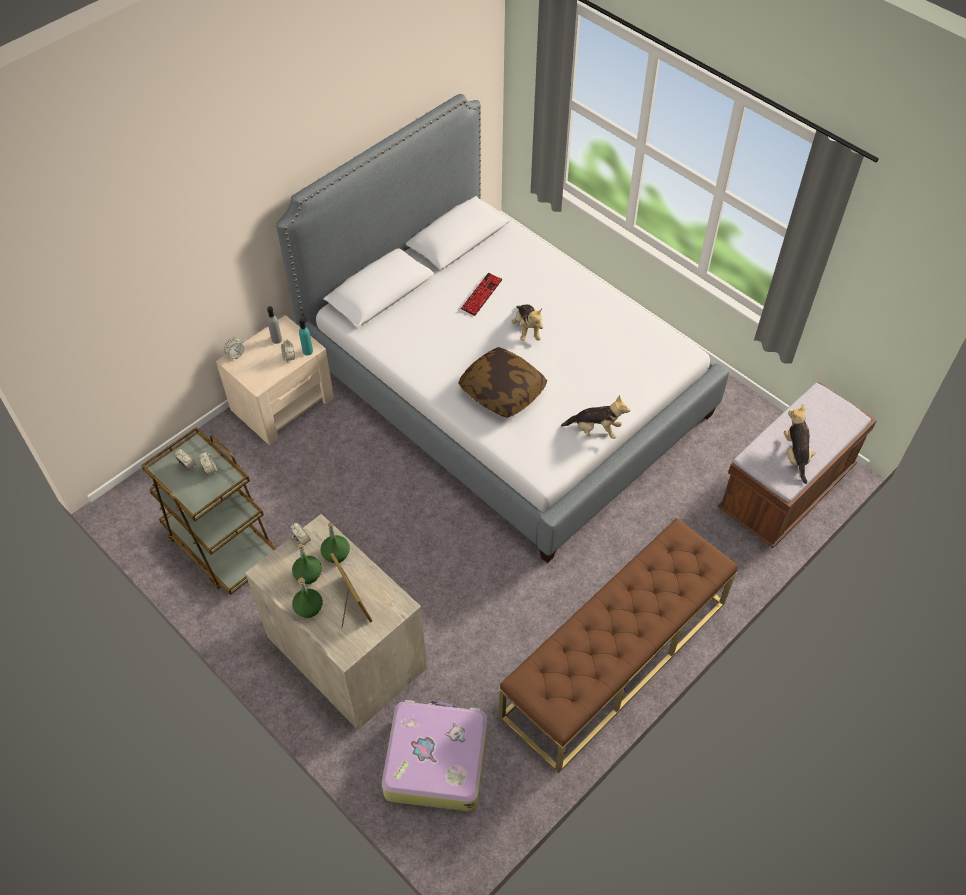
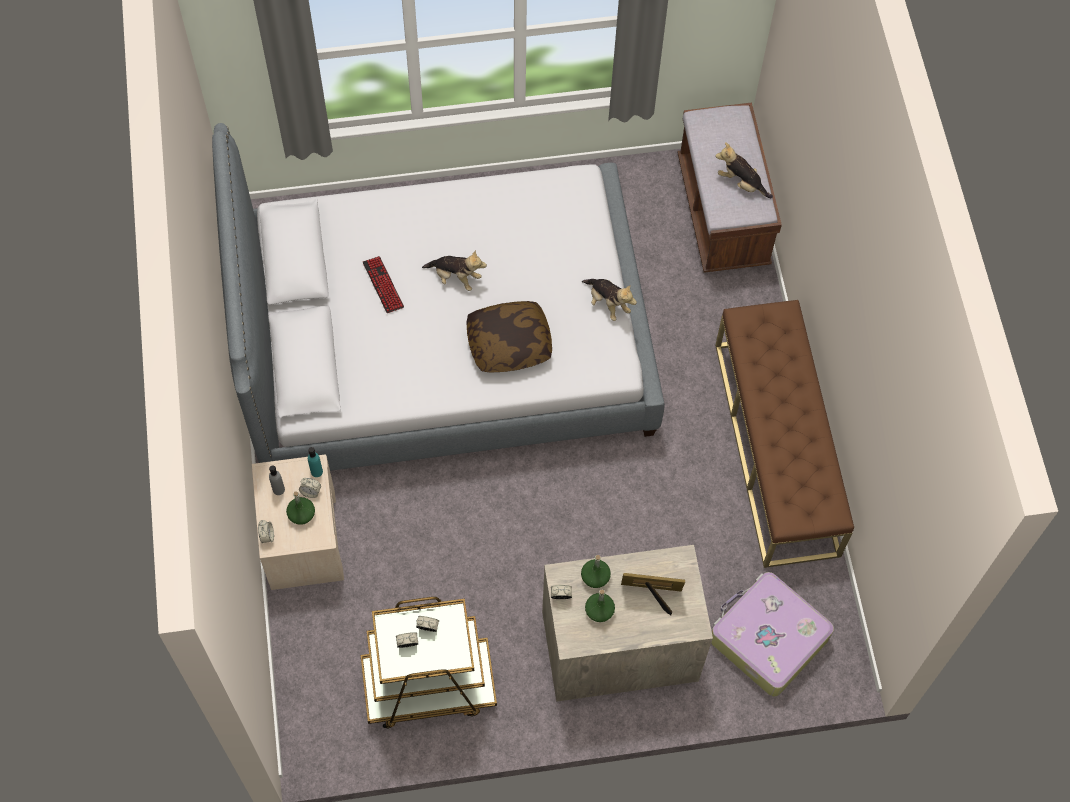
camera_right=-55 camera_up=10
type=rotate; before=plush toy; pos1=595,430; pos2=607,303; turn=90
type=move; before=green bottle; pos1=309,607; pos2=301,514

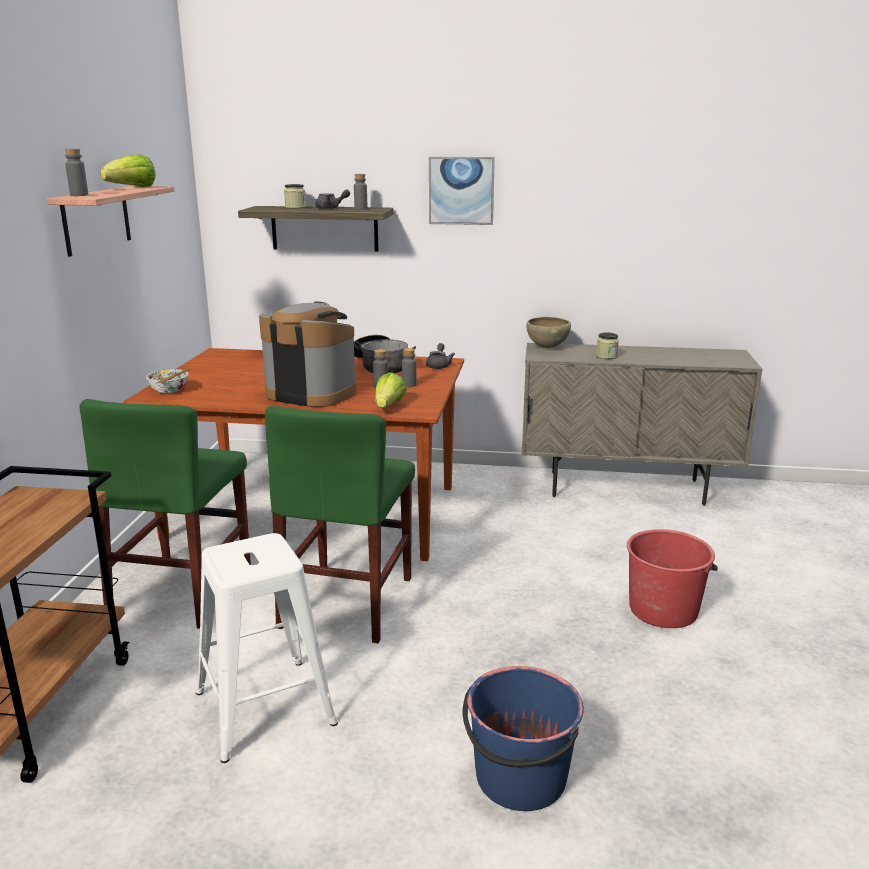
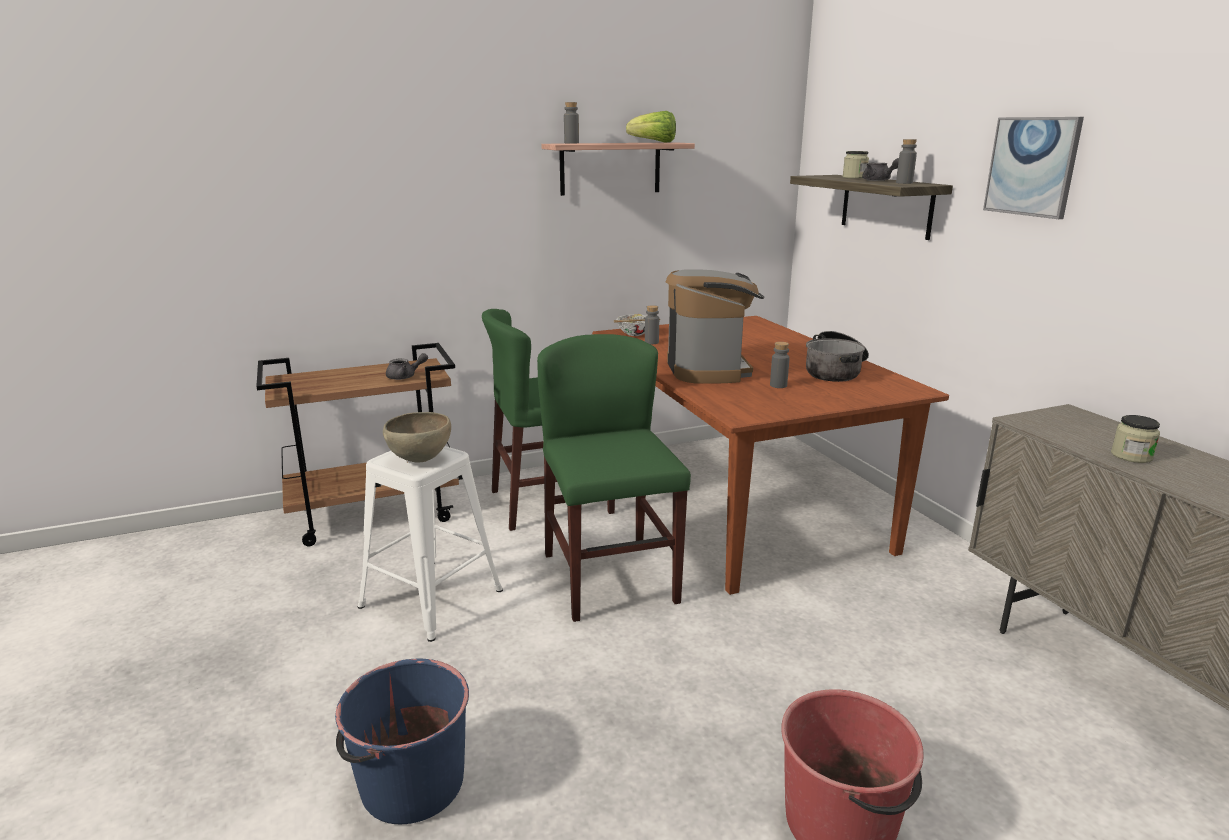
camera_right=60 camera_up=0
type=move; before=brown bowl; pos1=547,347; pos2=420,460
type=move; before=grey teapot; pos1=439,365; pos2=405,376
type=move; before=grey bottle; pos1=409,385; pos2=651,342
type=delete; before=lettuce; pos1=388,406
type=rotate; before=green chair; pos1=347,602; pos2=610,578; turn=90

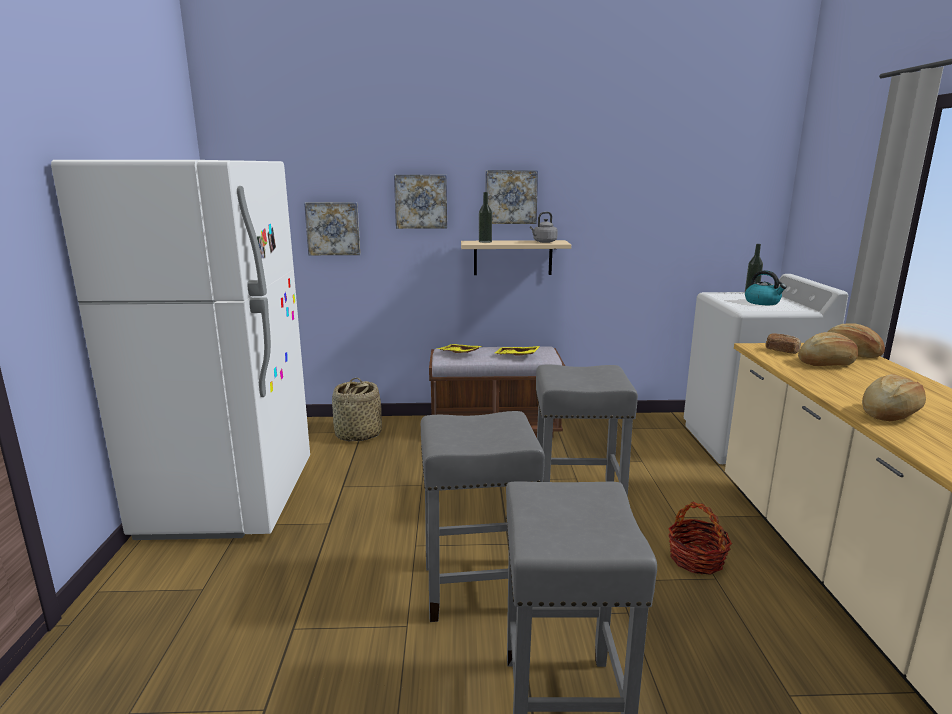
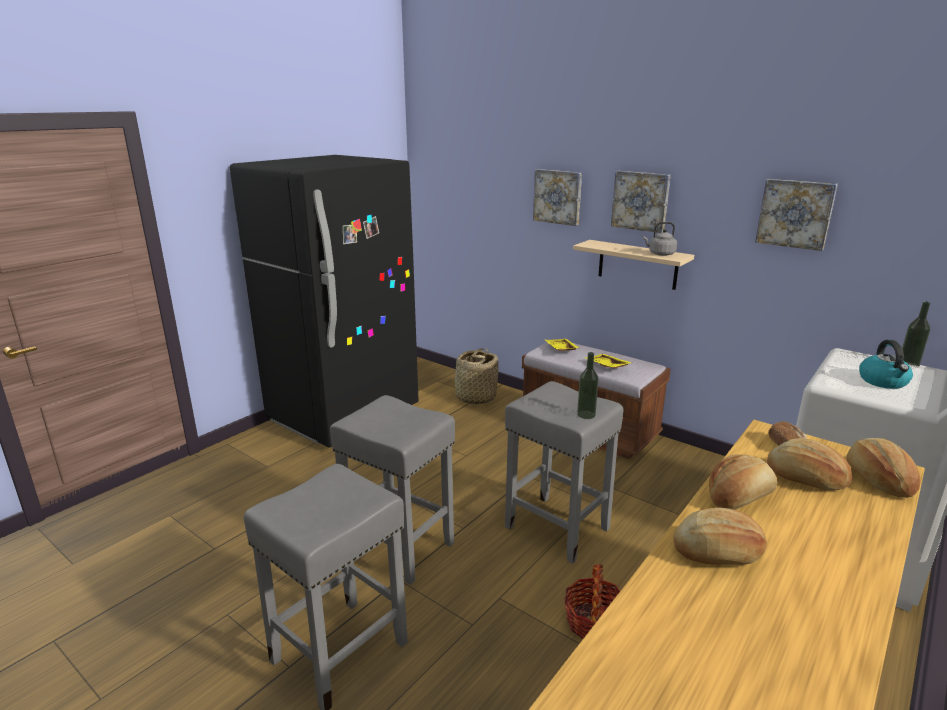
camera_right=40 camera_up=5
type=recolor; before=white fridge; after=black fridge; pos1=230,498; pos2=344,414
type=move; before=bottle; pos1=485,242; pos2=586,414
type=move; before=picture; pos1=333,228; pos2=795,213
type=insert; after=bread; pos2=739,497

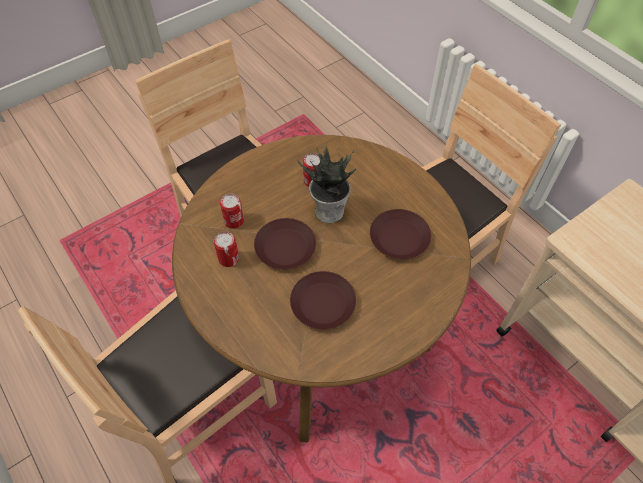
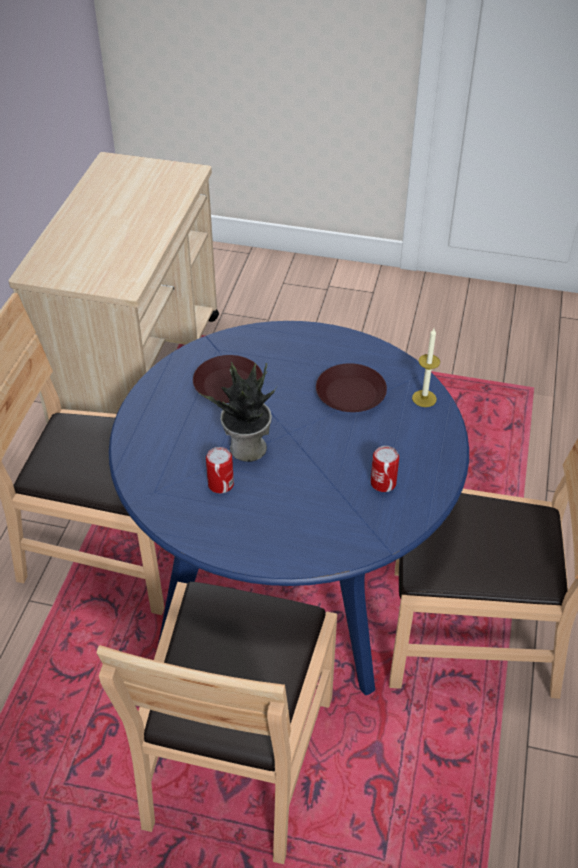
camera_right=-130 camera_up=-10
type=recolor; before=brown dining table; after=blue dining table; pos1=321,333; pos2=289,584
type=delete; before=can; pos1=234,221
type=delete; before=brown plate; pos1=286,248
type=insert; after=candle; pos2=424,398

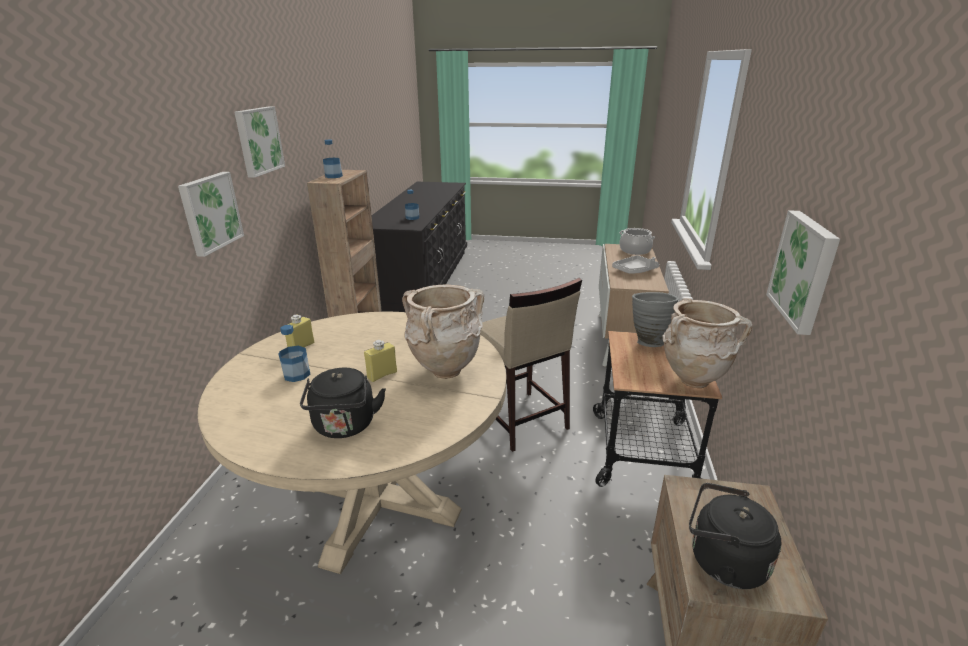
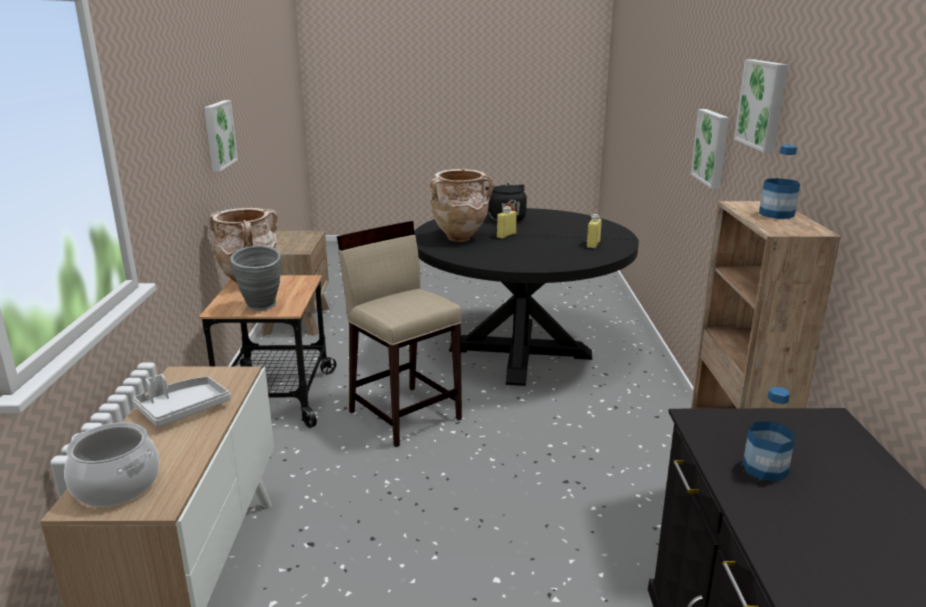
camera_right=170 camera_up=-5
type=recolor; before=beige dining table; after=black dining table; pos1=376,499; pos2=520,351
type=delete; before=bottle; pos1=297,374
type=delete; before=black kettle; pos1=722,561

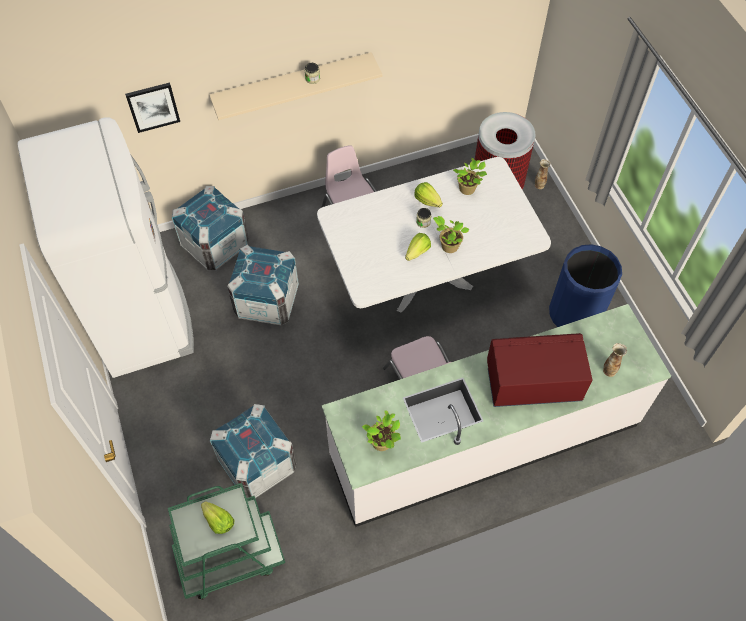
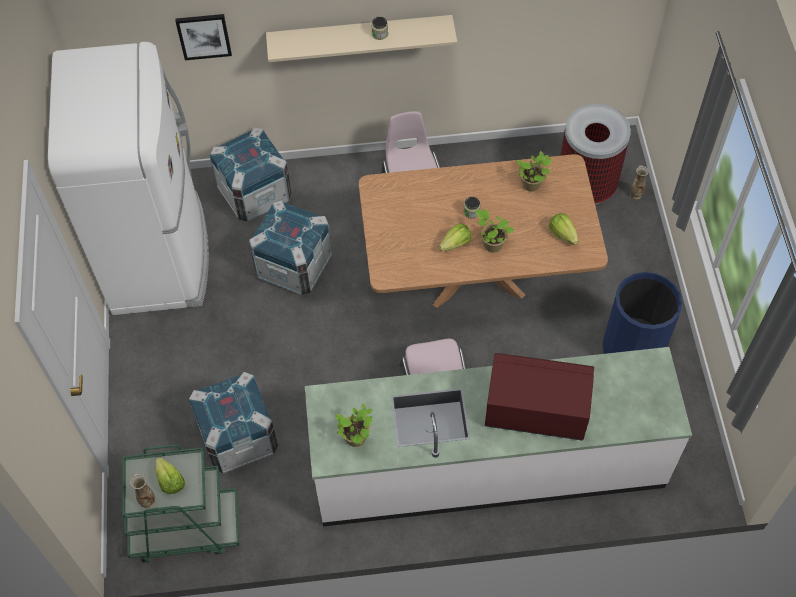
camera_right=15 camera_up=0
type=recolor; before=white dining table; after=brown dining table; pos1=427,280; pos2=475,278
type=move; before=lettuce; pos1=427,201; pos2=563,234
type=move; before=vase; pos1=609,370; pos2=147,501

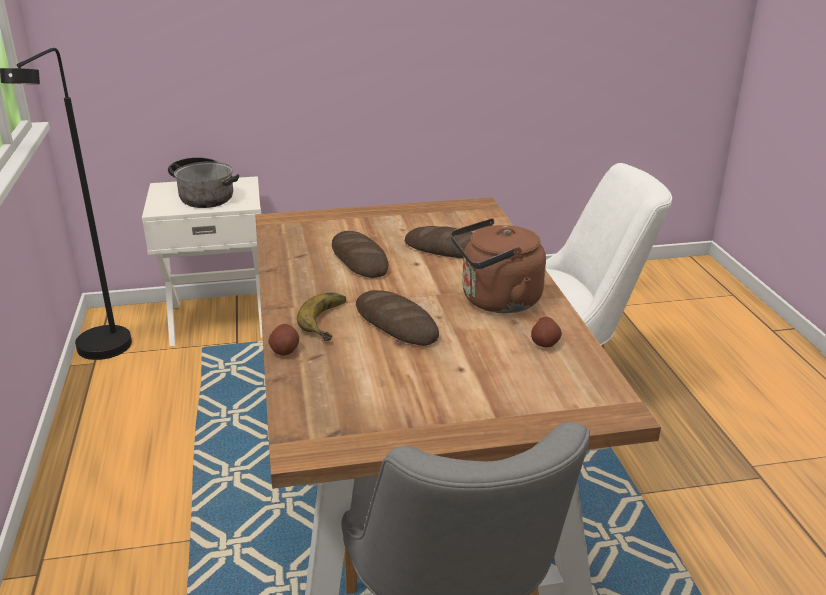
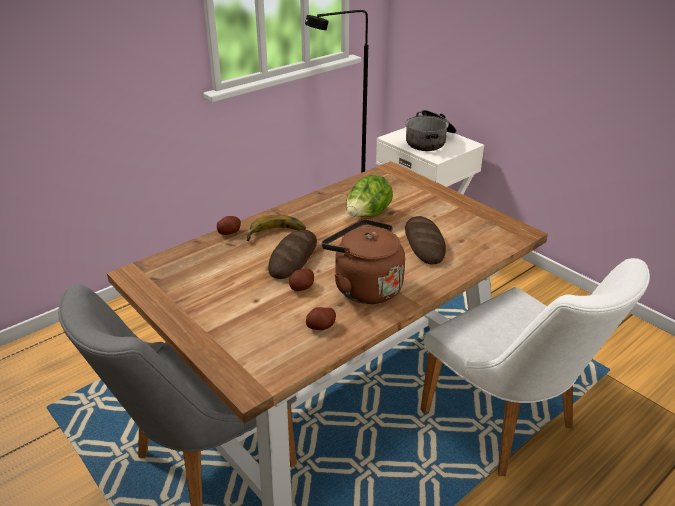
camera_right=60 camera_up=5
type=replace; before=bread; after=lettuce; pos1=359,260; pos2=367,216
type=insert; after=potato; pos2=302,287

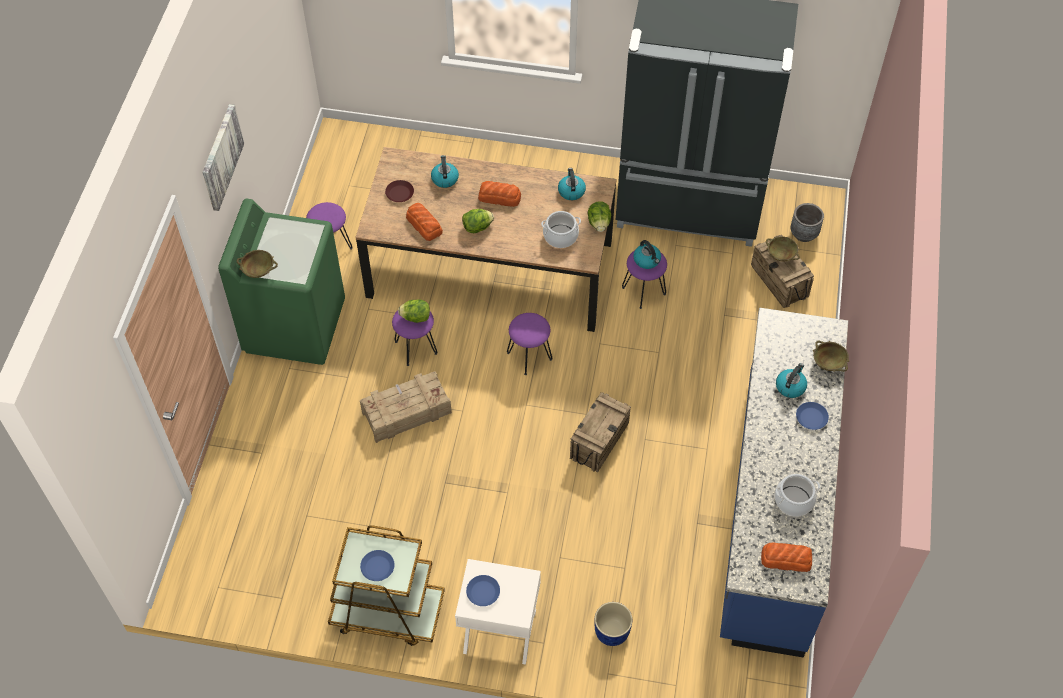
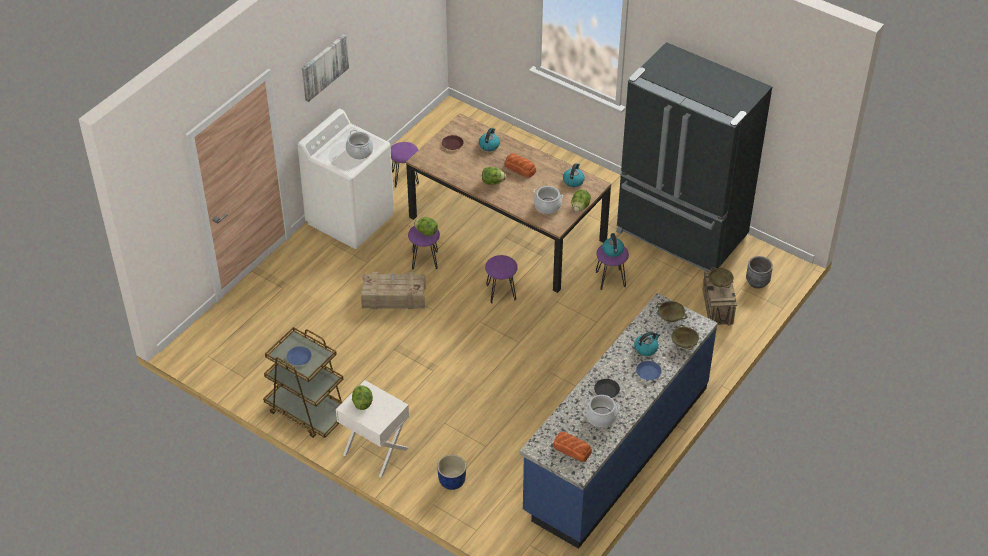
camera_right=25 camera_up=-10
type=recolor; before=green washing machine; after=white washing machine; pos1=295,325; pos2=351,218
type=delete; before=bread; pos1=424,224
type=move; before=beige bowl; pos1=258,271; pos2=670,318
type=delete; before=crate; pos1=599,441
type=replace; before=blue plate; after=lettuce; pos1=483,592; pos2=362,403
type=insert; after=cooking pot; pos2=360,151
type=insert; after=black plate; pos2=607,390

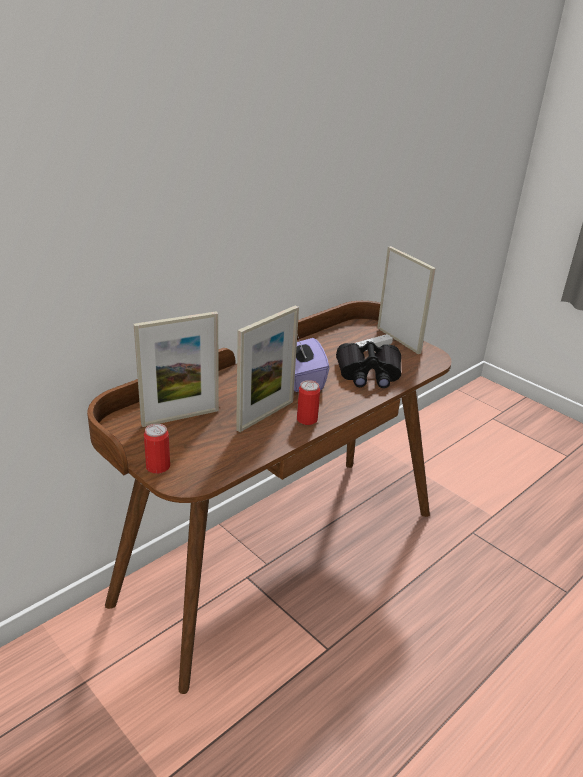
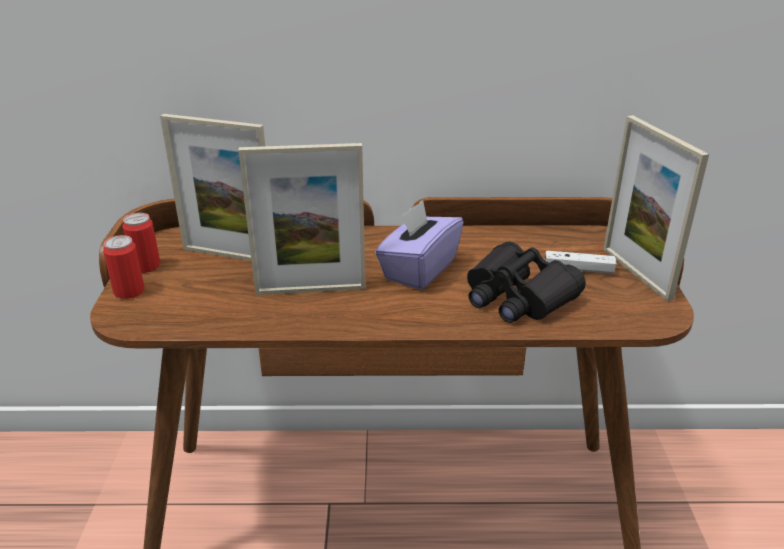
camera_right=45 camera_up=0
type=rotate; before=picture frame; pos1=398,340; pos2=636,273; turn=150
type=move; before=can; pos1=307,419; pos2=146,266

